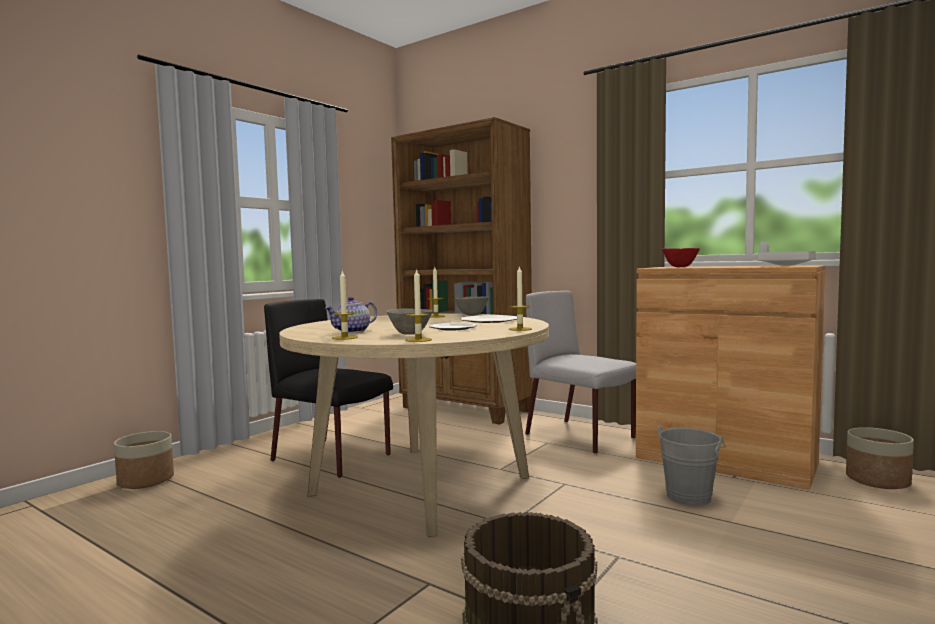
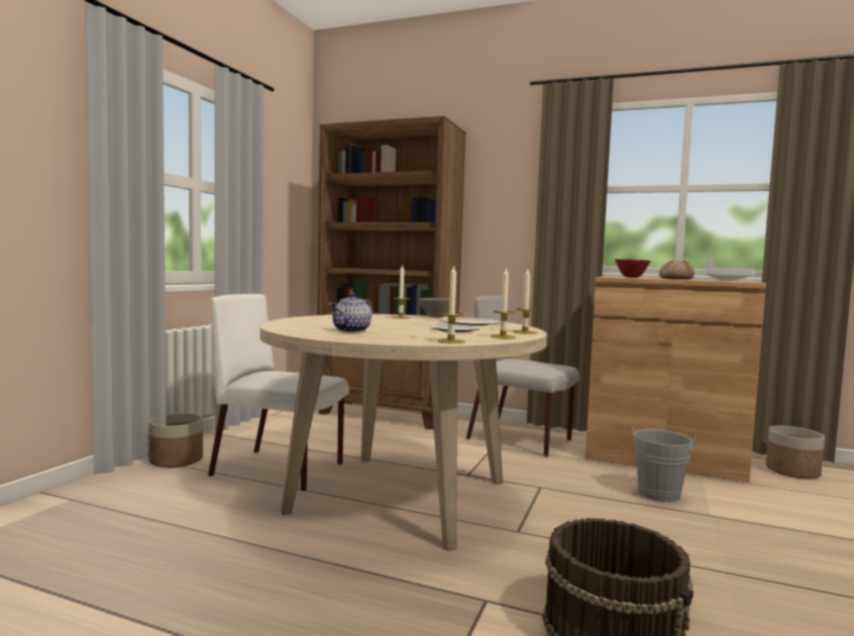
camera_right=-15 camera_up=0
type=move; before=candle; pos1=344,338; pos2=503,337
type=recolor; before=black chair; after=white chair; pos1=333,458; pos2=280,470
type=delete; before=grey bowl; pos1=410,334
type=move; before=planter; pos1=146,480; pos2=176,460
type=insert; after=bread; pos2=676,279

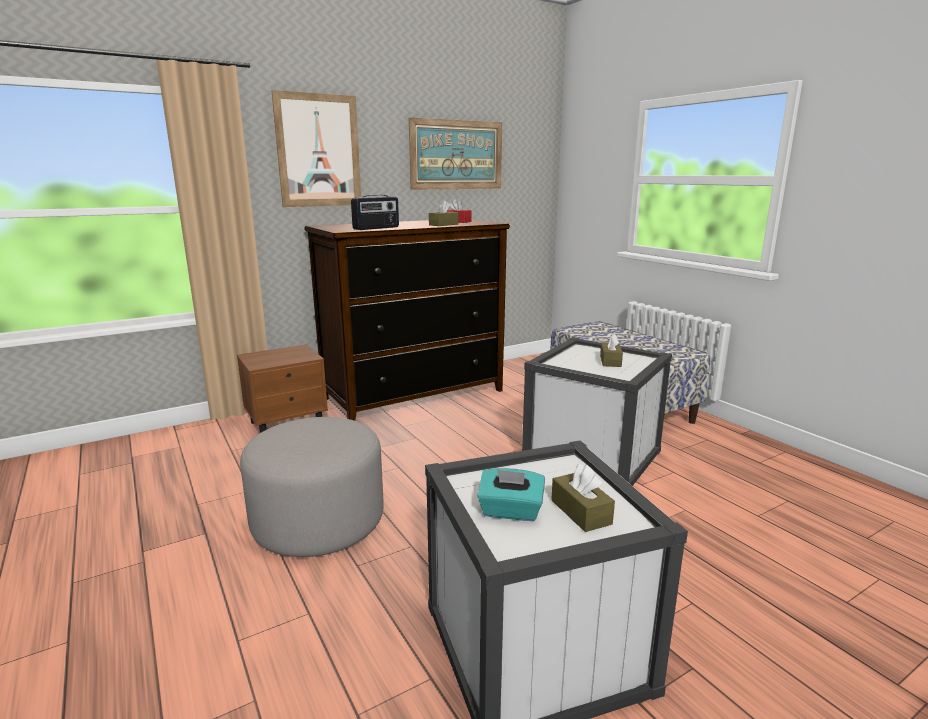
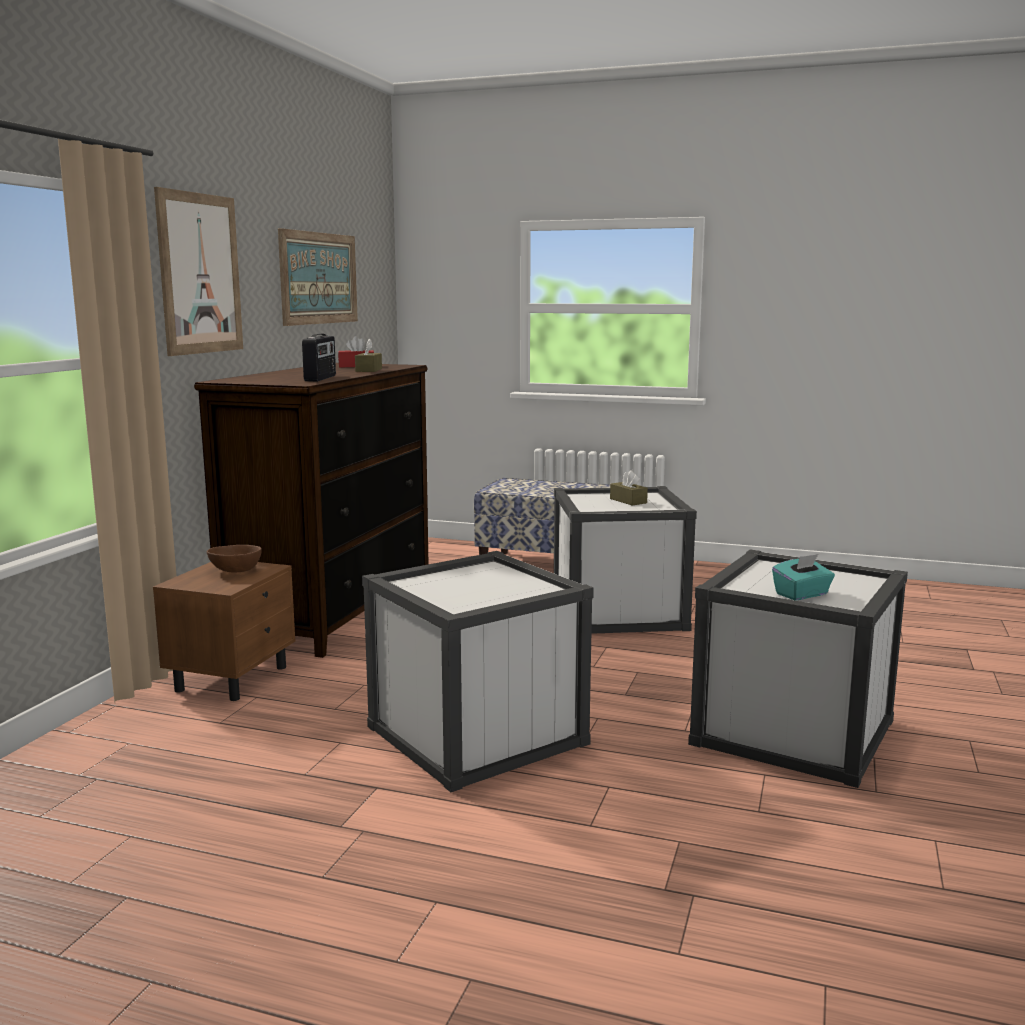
camera_right=-40 camera_up=-5
type=replace; before=grey ottoman; after=white storage box; pos1=318,522; pos2=477,735
type=delete; before=brown tissue box; pos1=581,512
type=insert; after=brown bowl; pos2=236,570

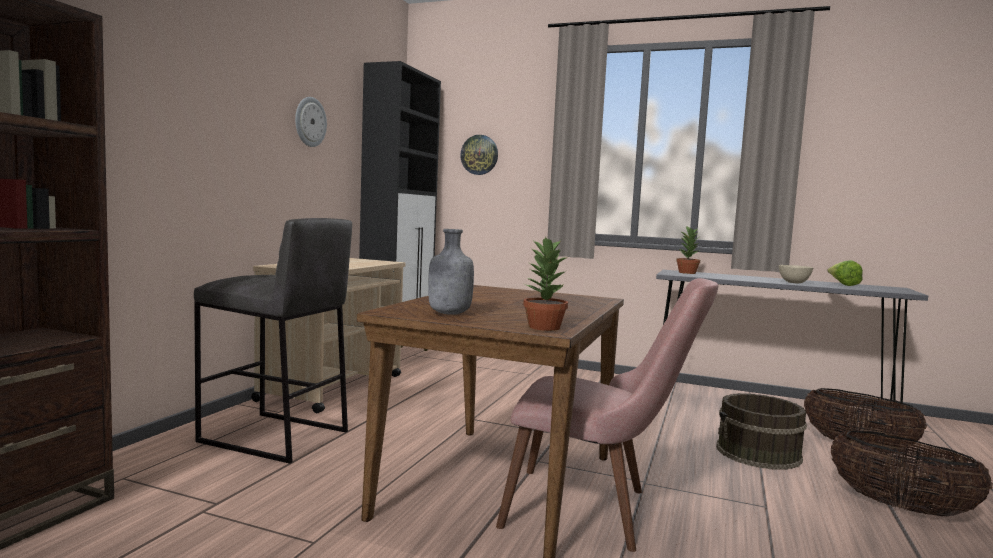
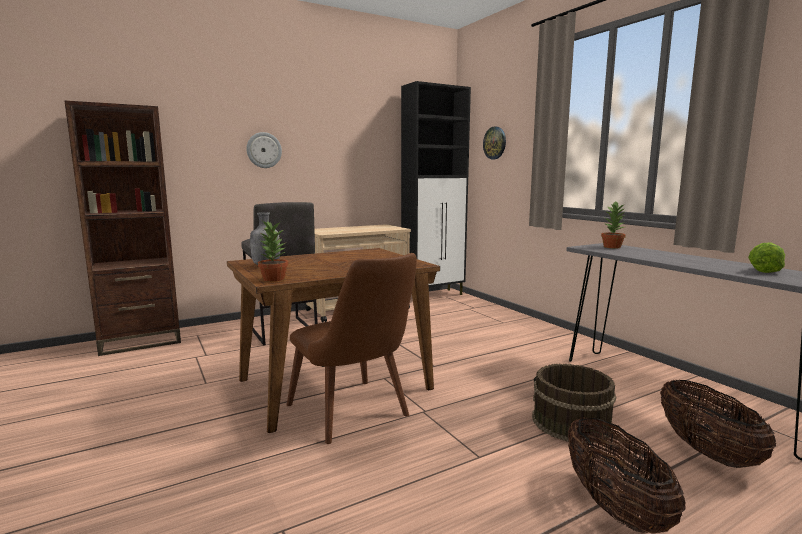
camera_right=40 camera_up=5
type=move; before=wall clock; pos1=310,122; pos2=264,150
type=delete; before=beige bowl; pos1=793,283
type=recolor; before=pink chair; after=brown chair; pos1=597,510; pos2=356,416

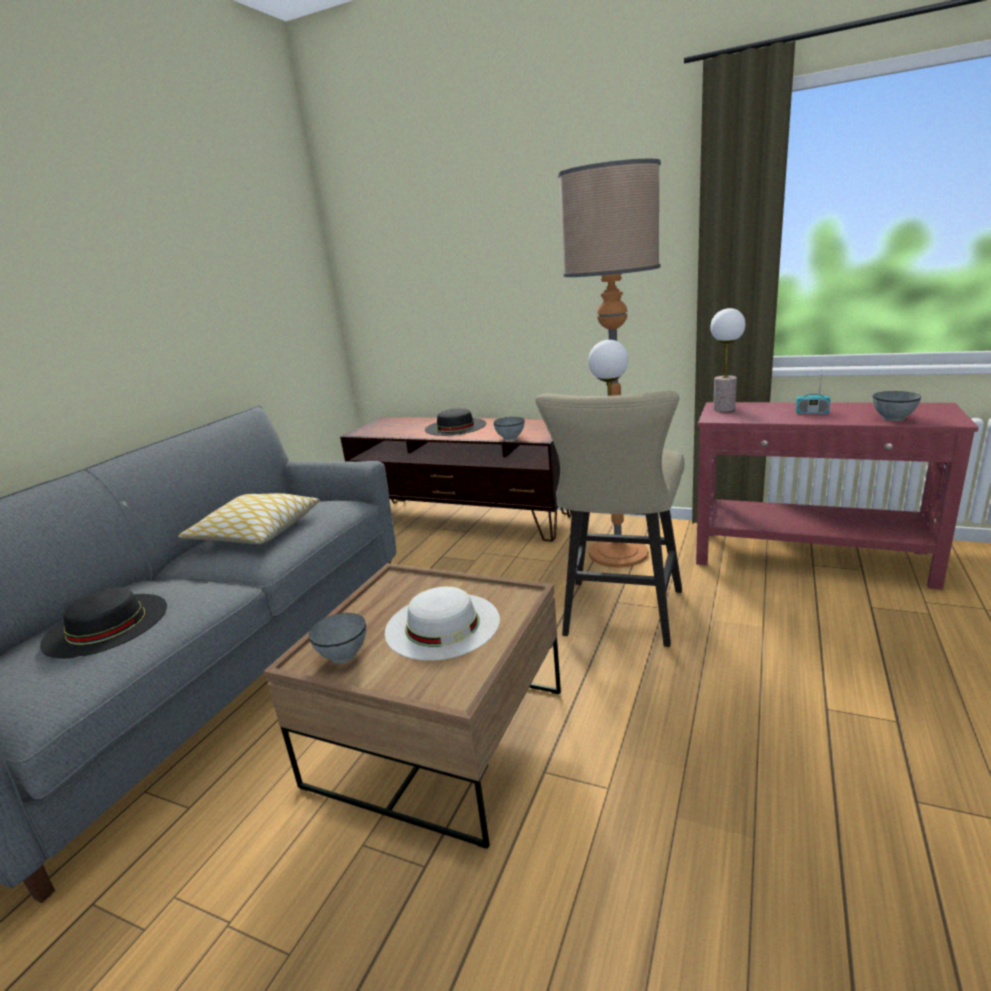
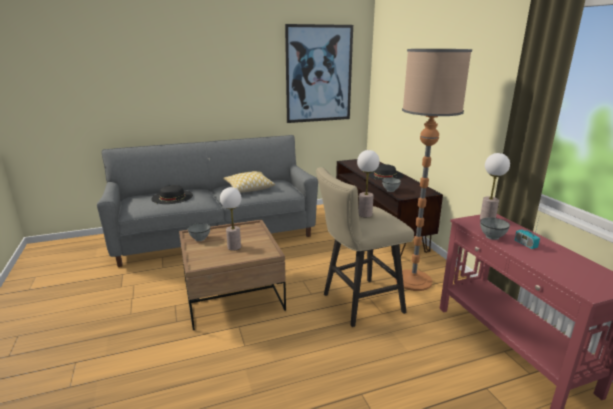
camera_right=45 camera_up=0
type=move; before=grey bowl; pos1=893,418; pos2=492,237
type=replace; before=white hat; after=table lamp; pos1=442,625; pos2=234,247
type=insert; after=picture; pos2=319,74

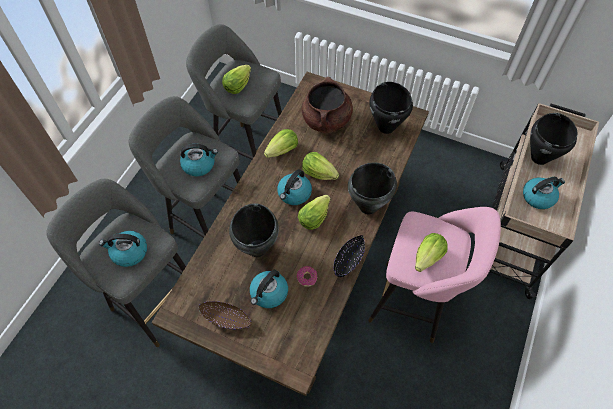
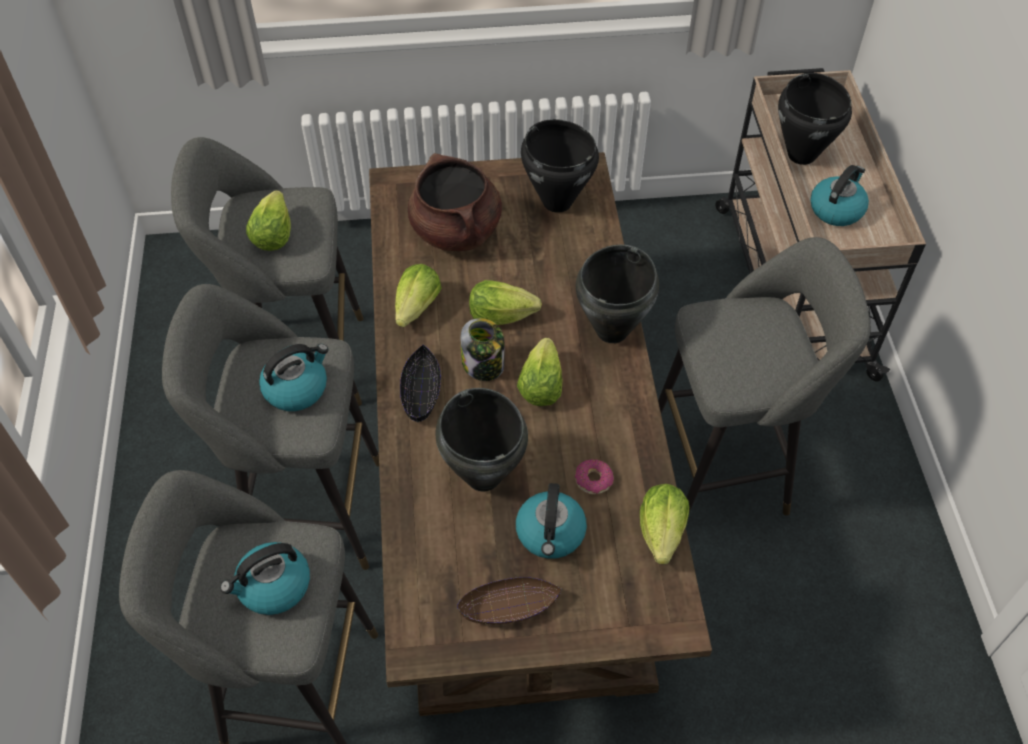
camera_right=-30 camera_up=-5
type=replace; before=kettle; after=jar; pos1=294,194; pos2=484,365
type=recolor; before=pink stool; after=grey stool; pos1=414,303; pos2=725,470
type=move; before=lettuce; pos1=428,257; pos2=662,531
type=move; before=black bowl; pos1=349,259; pos2=421,391

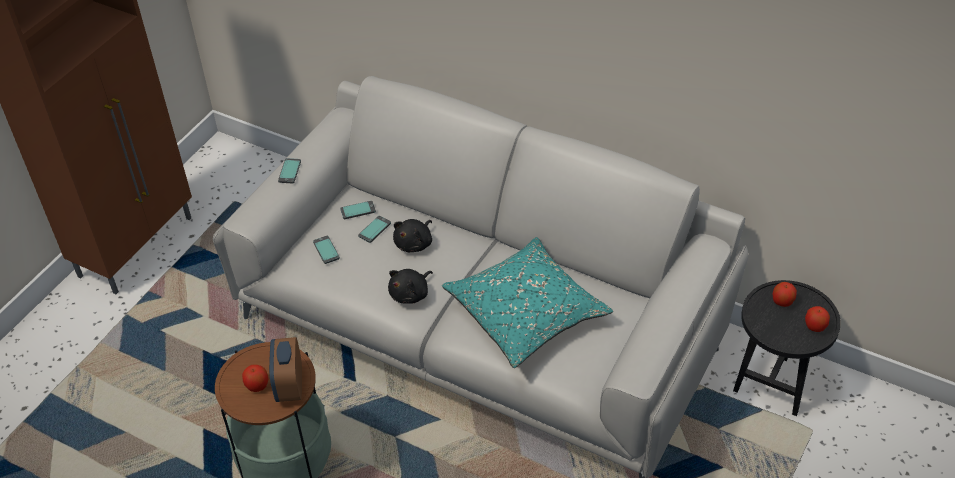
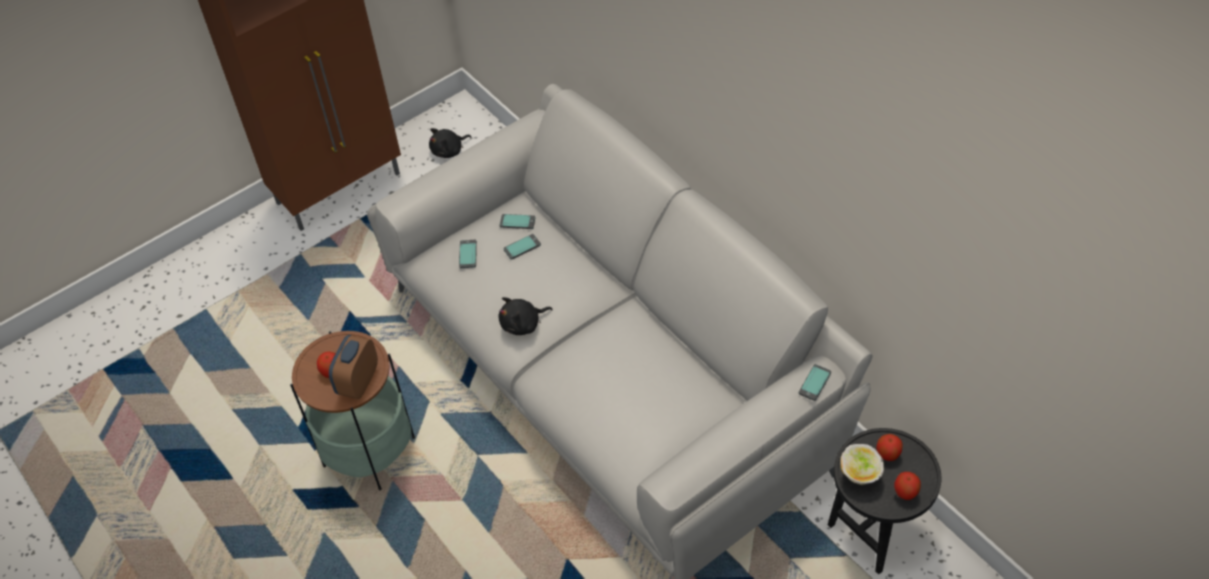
camera_right=25 camera_up=5
type=move; before=phone; pos1=290,171; pos2=815,383
type=move; before=black plush toy; pos1=415,243; pos2=449,151
type=delete; before=turquoise pillow; pos1=526,313
type=insert; after=bowl; pos2=860,475

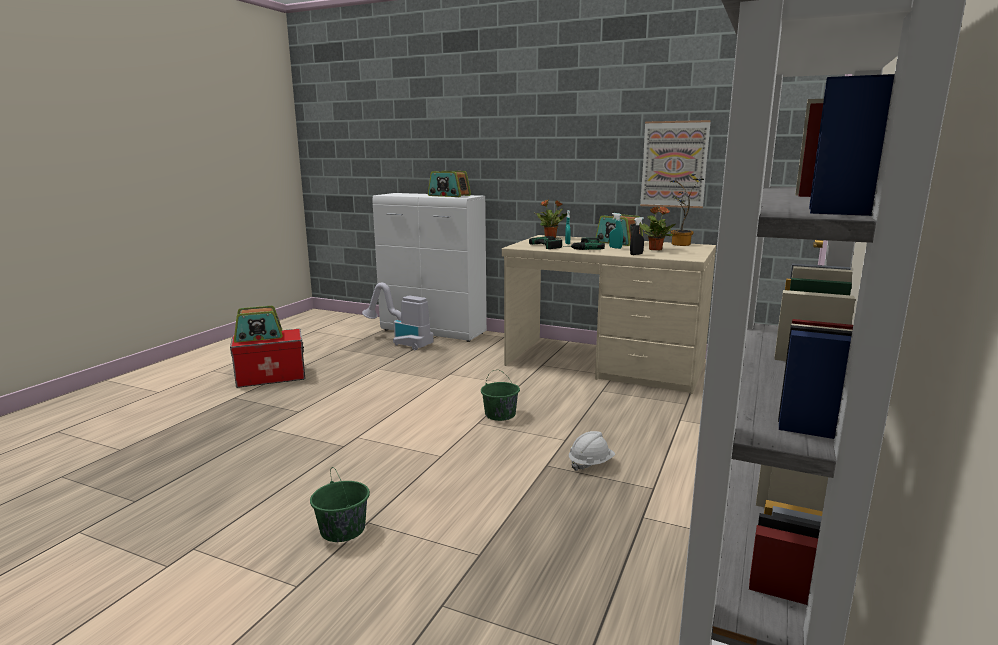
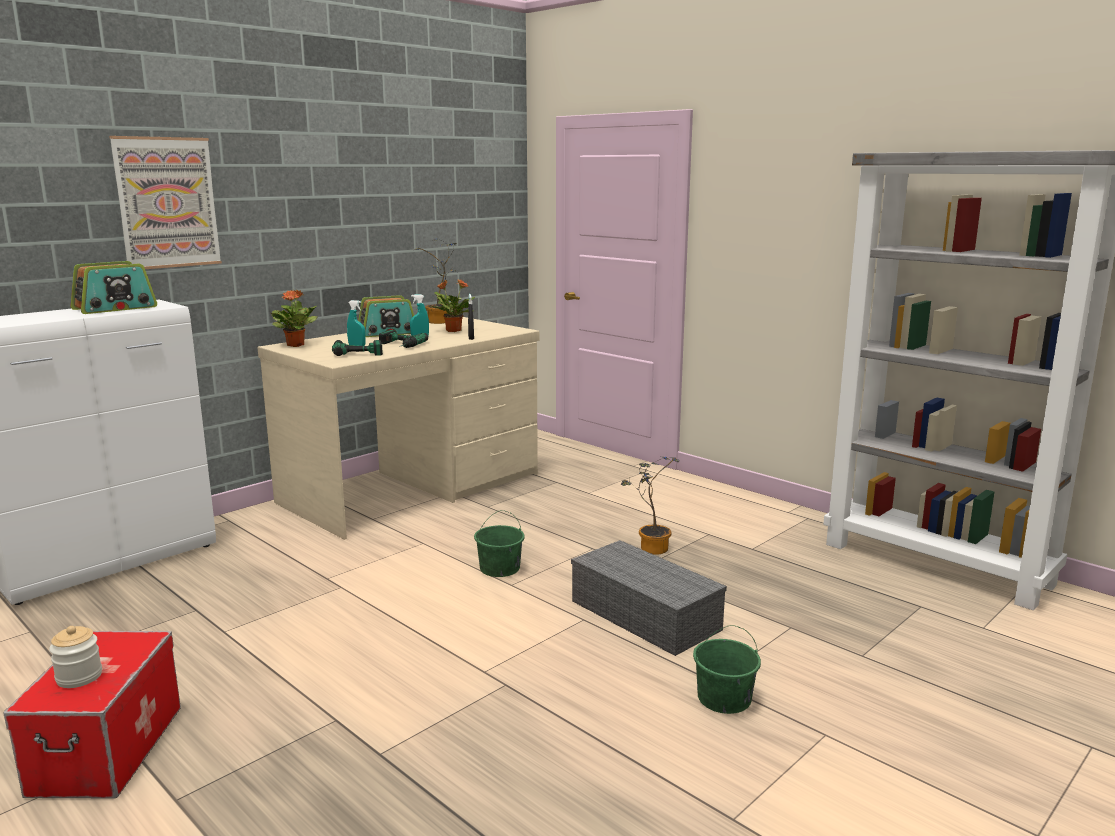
camera_right=-70 camera_up=0
type=move; before=picture; pos1=674,164; pos2=167,203
type=delete; before=vacuum cleaner; pos1=401,342
type=replace; before=radio; after=jar; pos1=259,337; pos2=79,677
type=replace; before=white hard hat; after=potted plant; pos1=590,463; pos2=650,547
type=insert; after=grey storage box; pos2=647,615

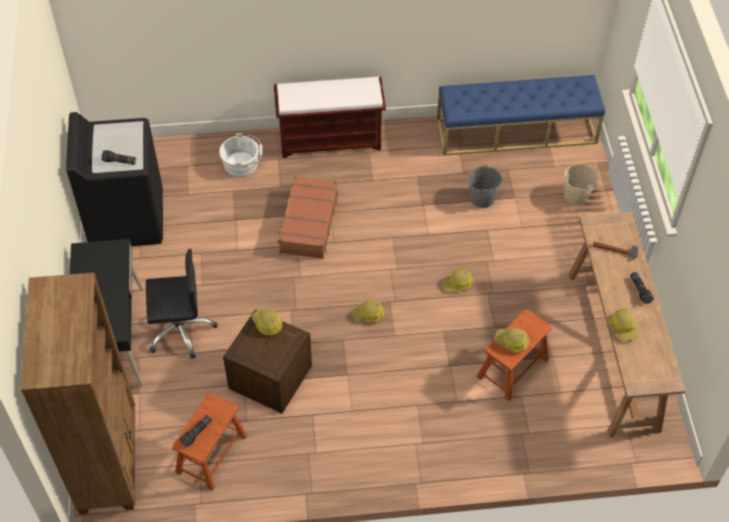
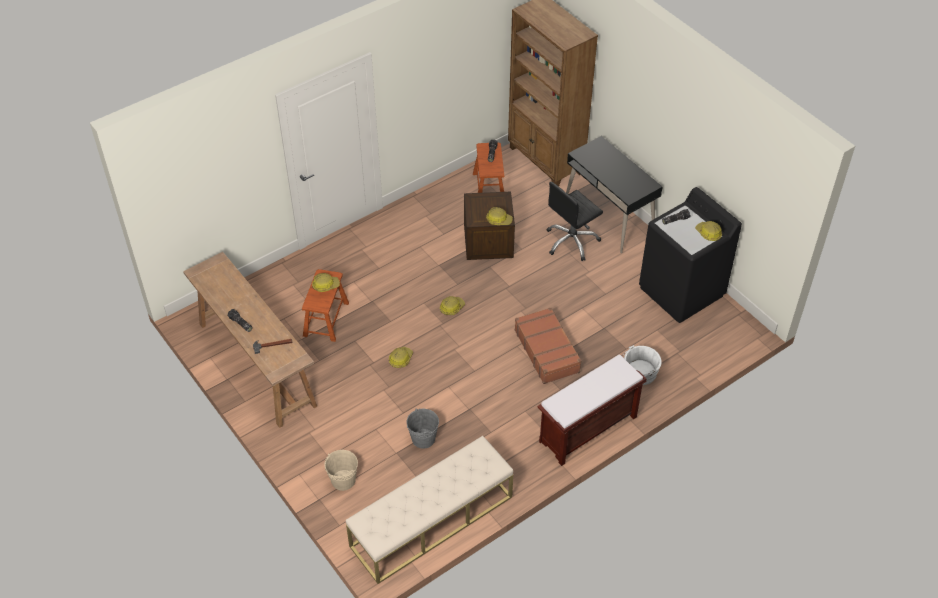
camera_right=150 camera_up=-5
type=recolor; before=blue bench; after=beige bench; pos1=516,131; pos2=431,521
type=move; before=hard hat; pos1=623,327; pos2=708,233

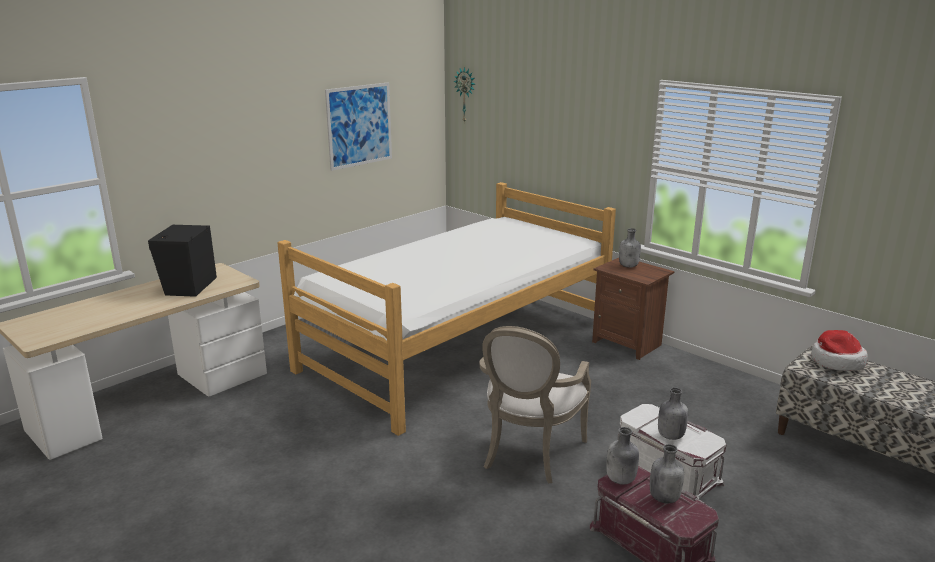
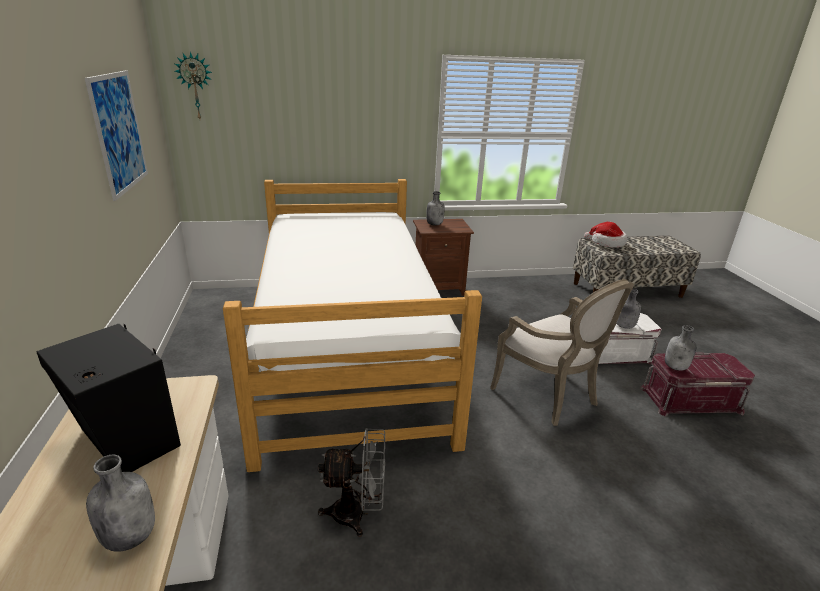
camera_right=-55 camera_up=5
type=move; before=grey bottle; pos1=664,498; pos2=130,535
type=insert; after=grey fan; pos2=357,514

